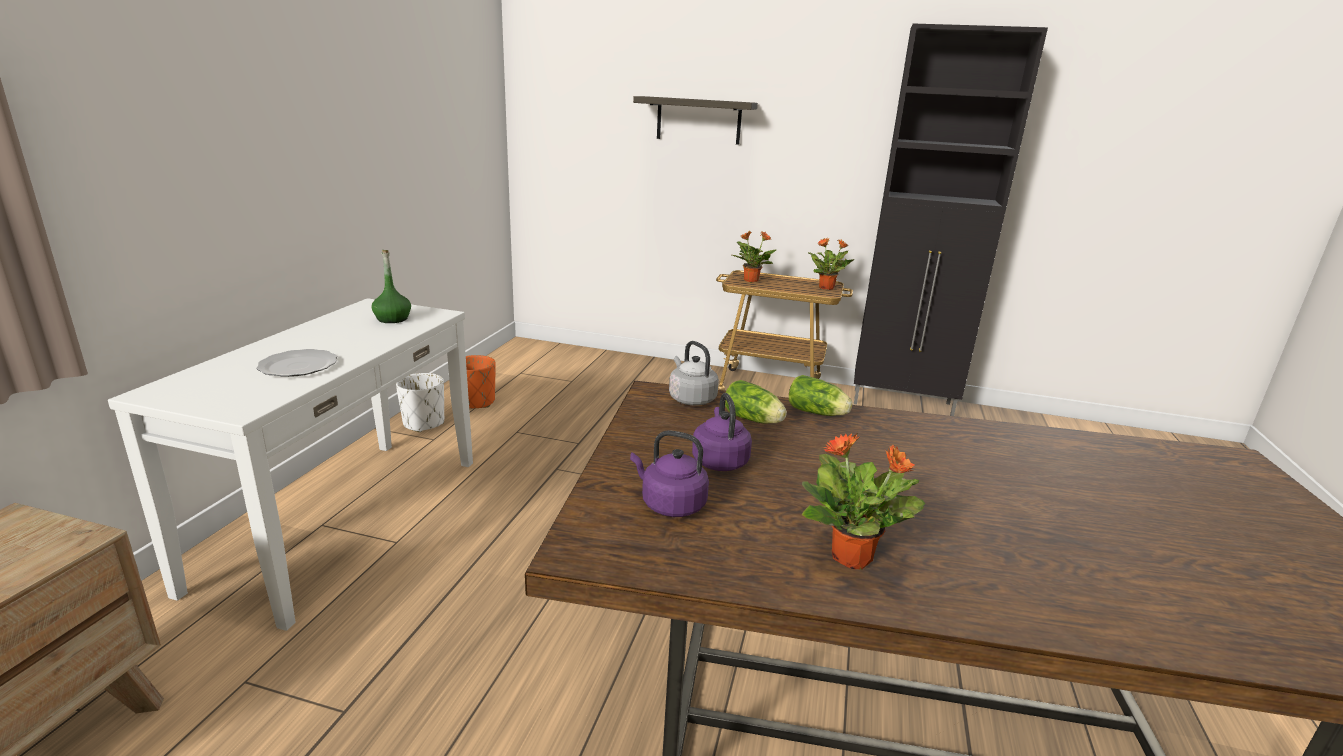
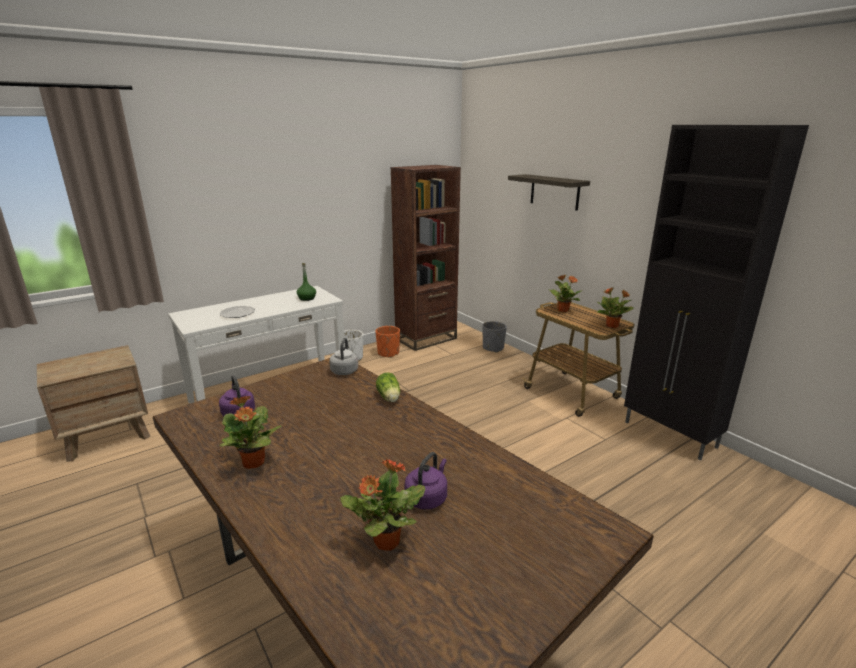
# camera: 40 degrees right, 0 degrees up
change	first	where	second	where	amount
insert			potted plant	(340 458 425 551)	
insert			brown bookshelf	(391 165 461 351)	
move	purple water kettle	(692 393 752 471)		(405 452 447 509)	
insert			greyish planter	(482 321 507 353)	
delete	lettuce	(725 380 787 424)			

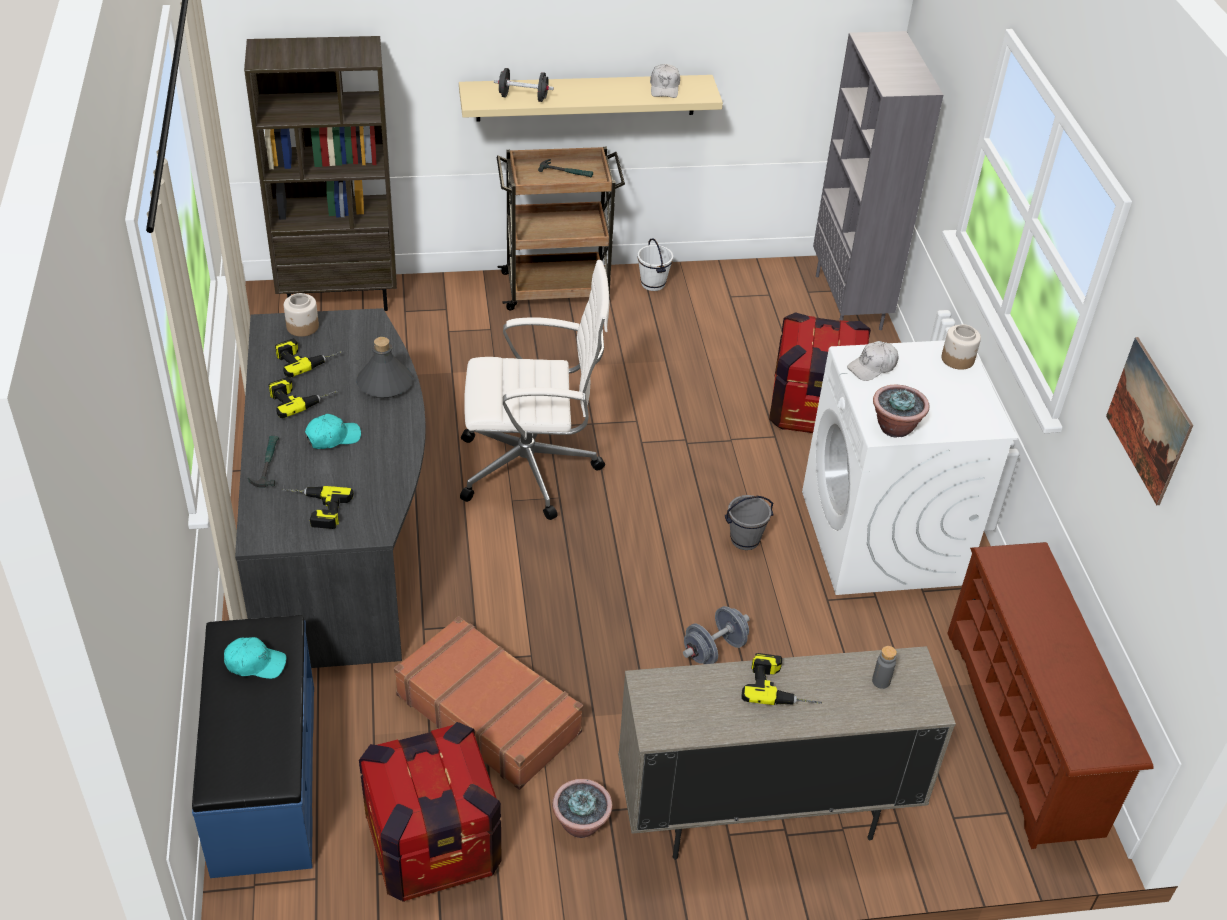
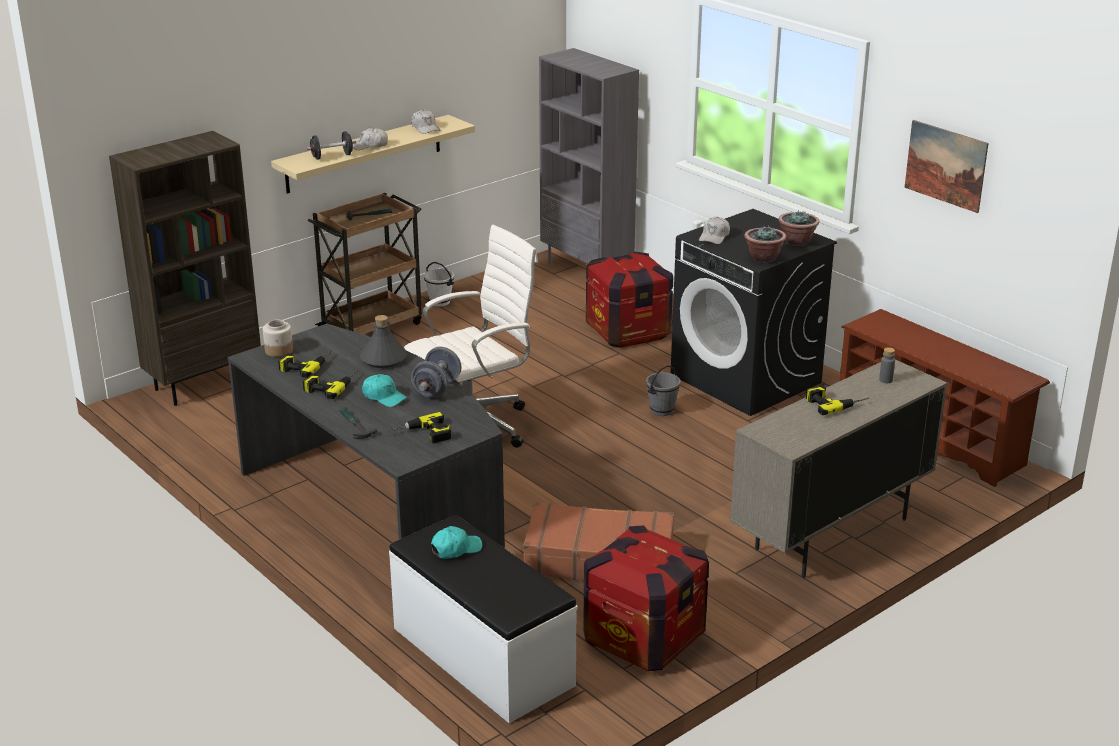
# camera: 30 degrees left, 15 degrees down
change	first	where	second	where	amount
insert			whitish baseball cap	(353 127 388 150)	
rotate	turquoise-coloured baseball cap	(305 414 361 449)		(362 374 407 407)	90 degrees clockwise
recolor	blue long seat	(192 615 314 878)	whitish long seat	(389 515 578 723)	
move	greyish hand weight	(683 606 750 664)		(411 347 462 398)	
recolor	whitish laundry appliance	(802 340 1018 595)	blackish laundry appliance	(671 209 837 416)	
move	potted plant	(552 779 613 838)		(778 210 820 246)	
delete	jar	(941 324 981 370)			

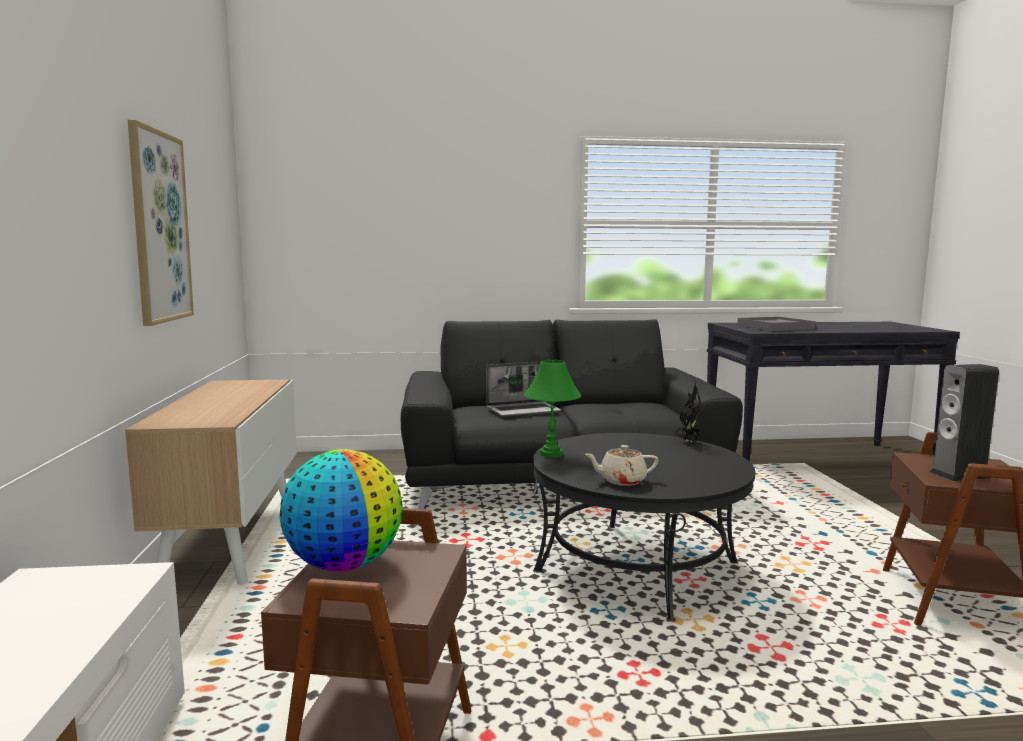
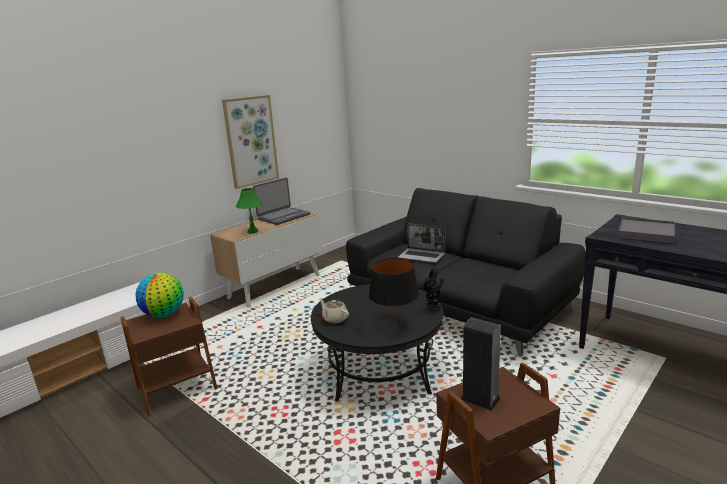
# camera: 50 degrees right, 10 degrees up
change	first	where	second	where	amount
move	green tabletop lamp	(524 360 581 458)		(236 188 263 234)	
insert			laptop	(253 178 310 225)	
insert			blackish tabletop lamp	(369 258 419 320)	

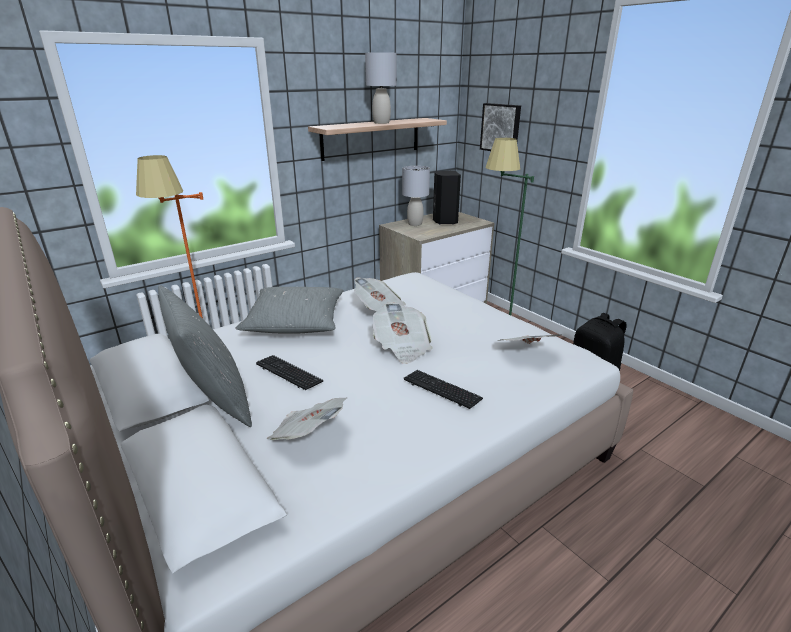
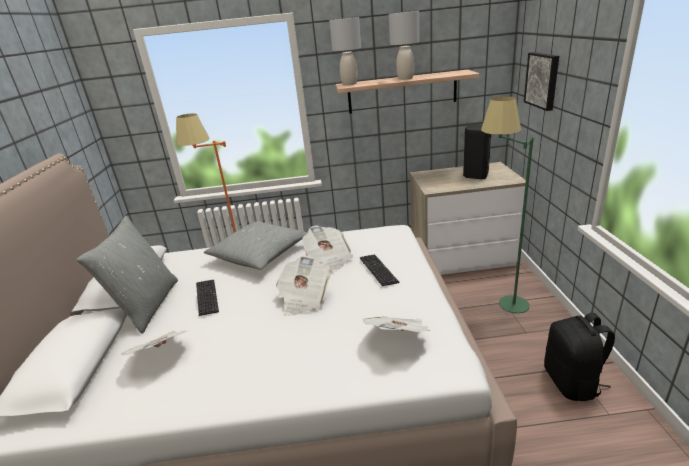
# camera: 35 degrees right, 0 degrees up
change	first	where	second	where	amount
move	greyish tabletop lamp	(402 166 430 226)		(329 17 361 85)	
move	computer keyboard	(403 370 483 409)		(360 254 399 286)	

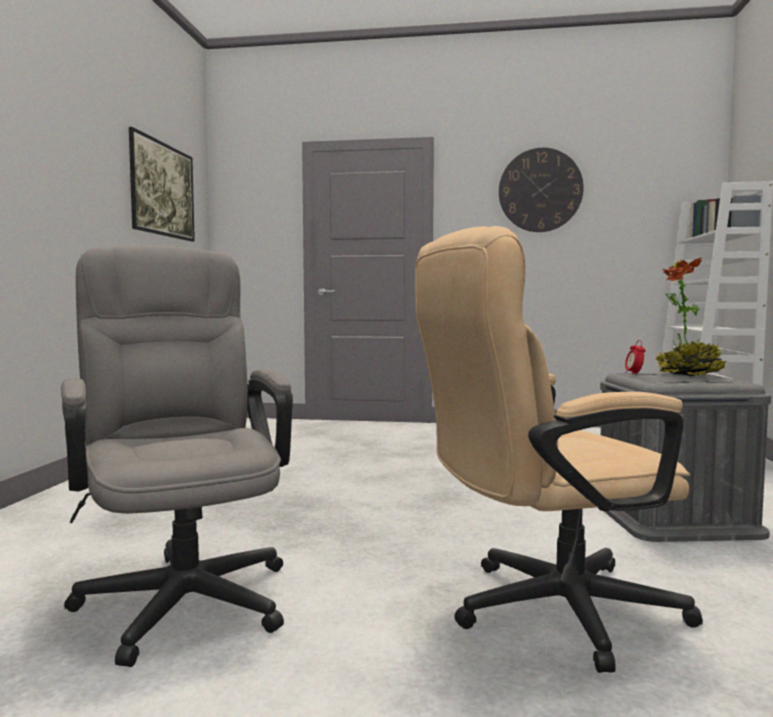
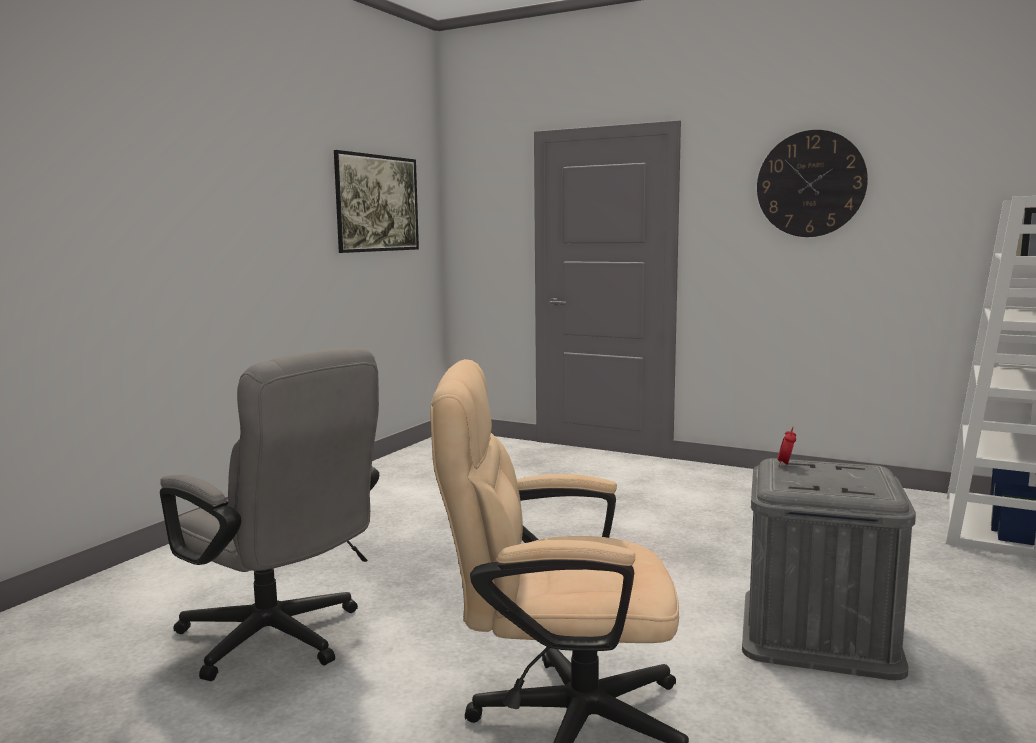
# camera: 20 degrees right, 5 degrees up
change	first	where	second	where	amount
rotate	greyish computer chair	(61 245 293 667)		(160 348 379 681)	135 degrees clockwise
delete	potted plant	(656 257 726 376)			

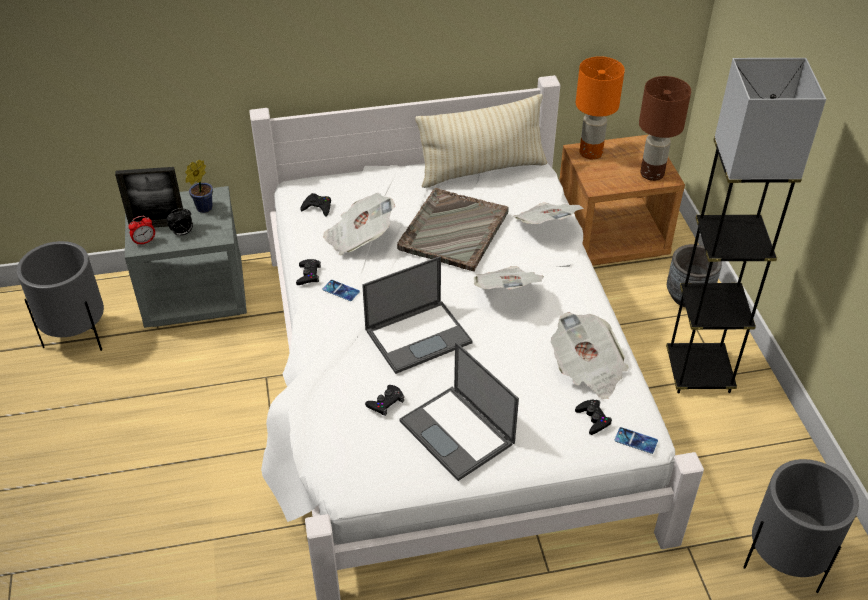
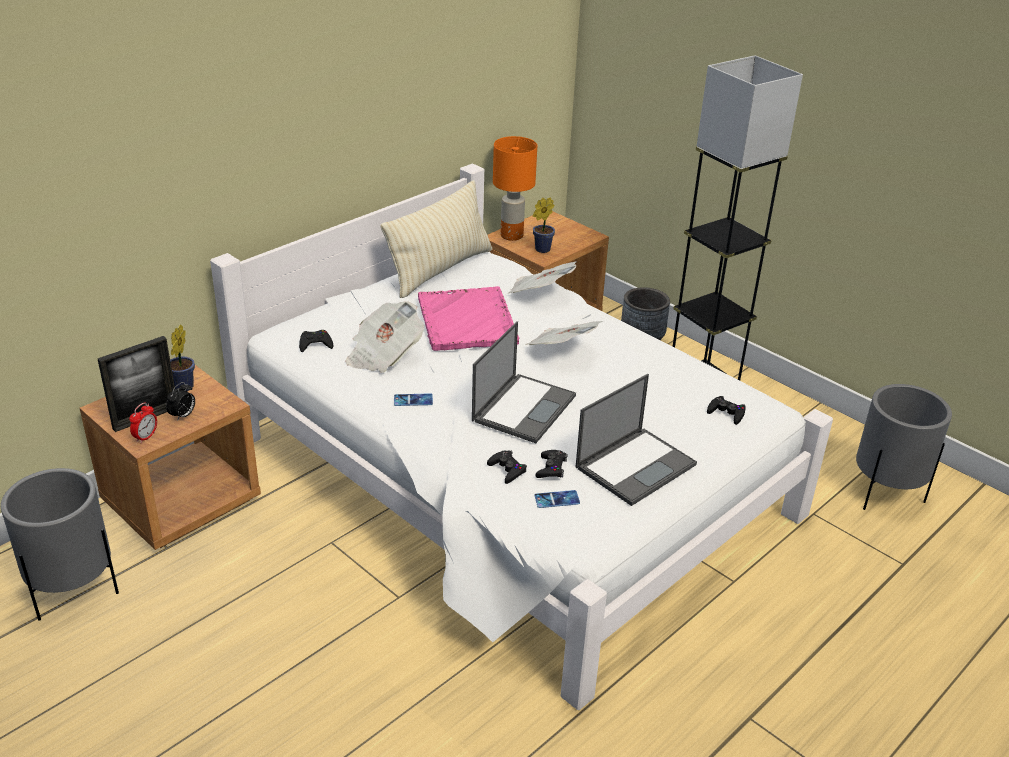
# camera: 35 degrees left, 10 degrees down
change	first	where	second	where	amount
recolor	greyish nightstand	(125 186 247 328)	brown nightstand	(80 365 261 550)	
recolor	greyish tray	(397 188 509 272)	pinkish tray	(418 286 519 351)	
move	blackish gamepad	(296 259 321 285)		(487 450 527 484)	
insert			potted plant	(533 197 555 253)	
move	phone	(615 427 658 454)		(535 490 580 508)	
rotate	laptop	(399 342 519 481)		(576 374 697 506)	60 degrees counterclockwise
delete	daily paper	(551 312 629 399)			
delete	brown tabletop lamp	(639 76 691 181)			

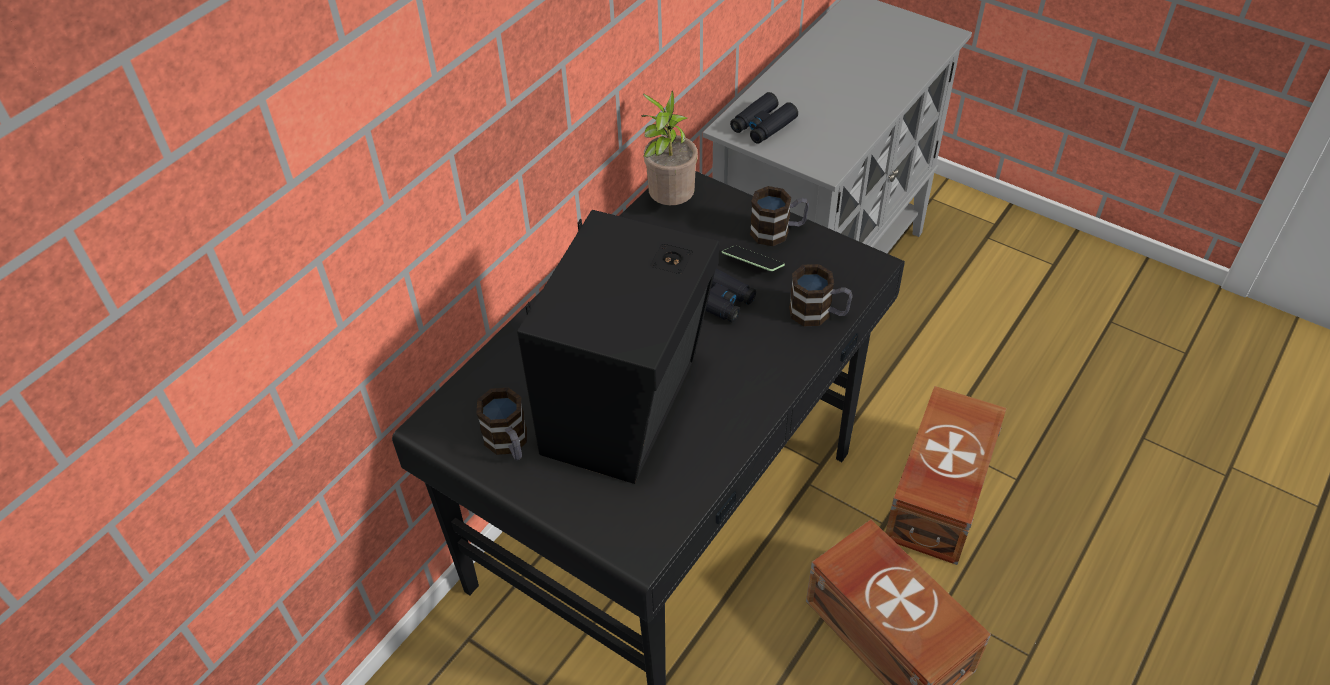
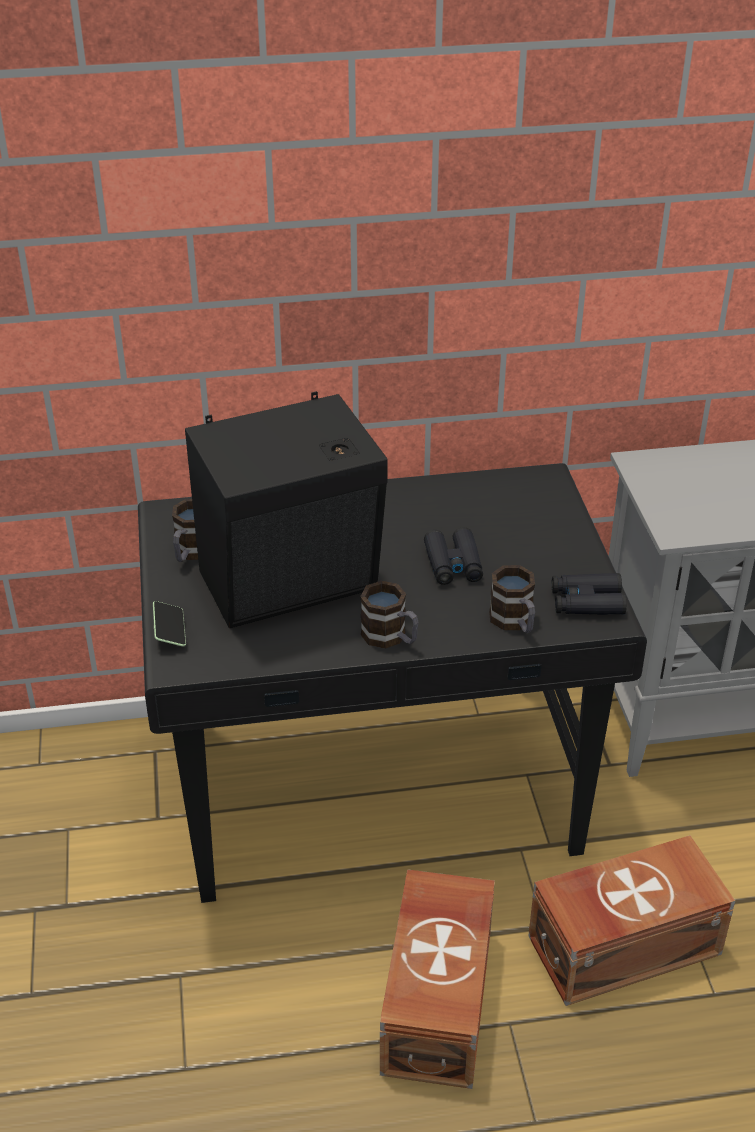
# camera: 45 degrees right, 10 degrees down
change	first	where	second	where	amount
move	phone	(722 246 785 271)		(153 601 186 646)	
move	mug	(750 186 809 246)		(360 581 419 649)	
move	blackish binoculars	(730 92 798 144)		(551 573 627 615)	
delete	potted plant	(641 91 698 205)			

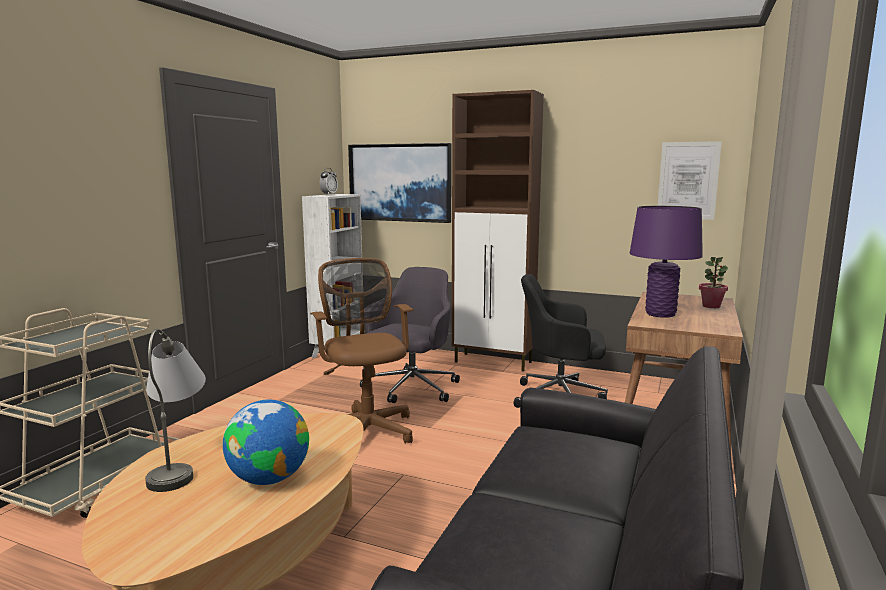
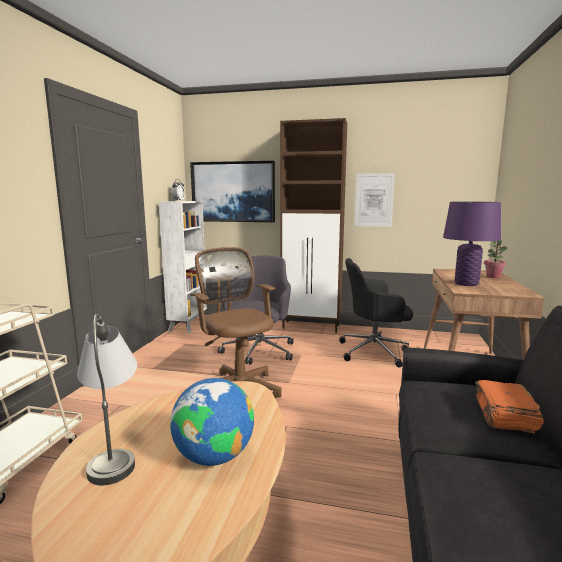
# camera: 10 degrees left, 0 degrees up
change	first	where	second	where	amount
move	picture	(658 141 722 220)		(354 173 395 227)	
insert			orangey bound book	(475 380 544 433)	

